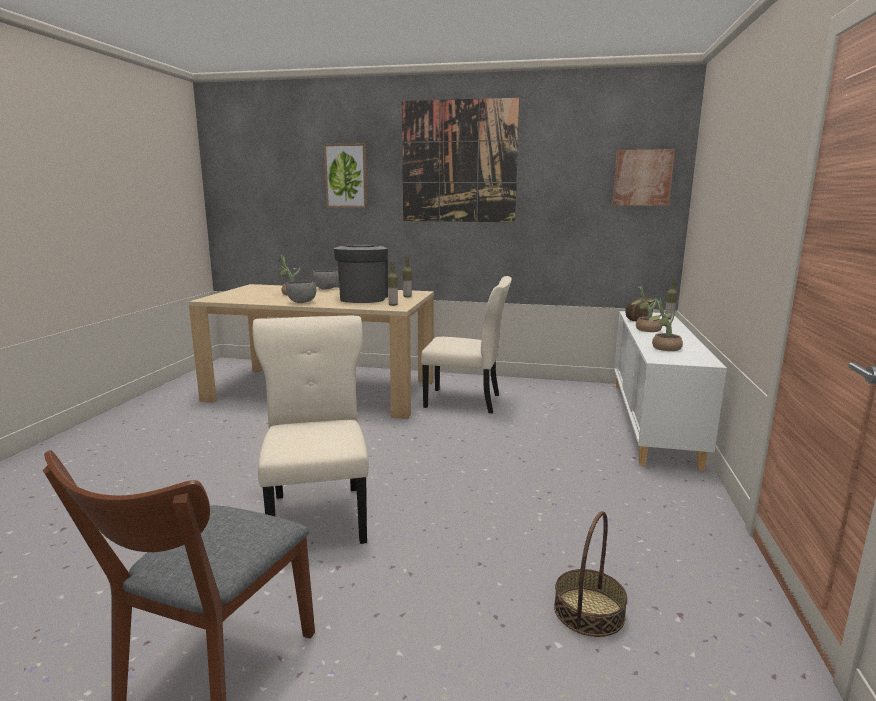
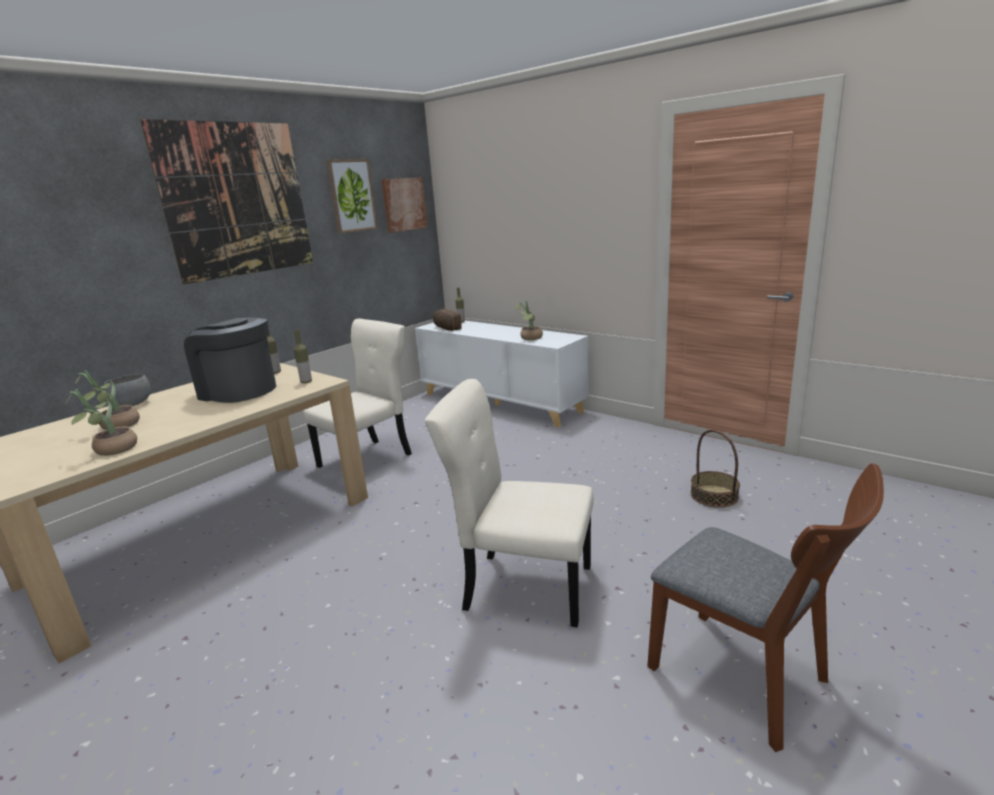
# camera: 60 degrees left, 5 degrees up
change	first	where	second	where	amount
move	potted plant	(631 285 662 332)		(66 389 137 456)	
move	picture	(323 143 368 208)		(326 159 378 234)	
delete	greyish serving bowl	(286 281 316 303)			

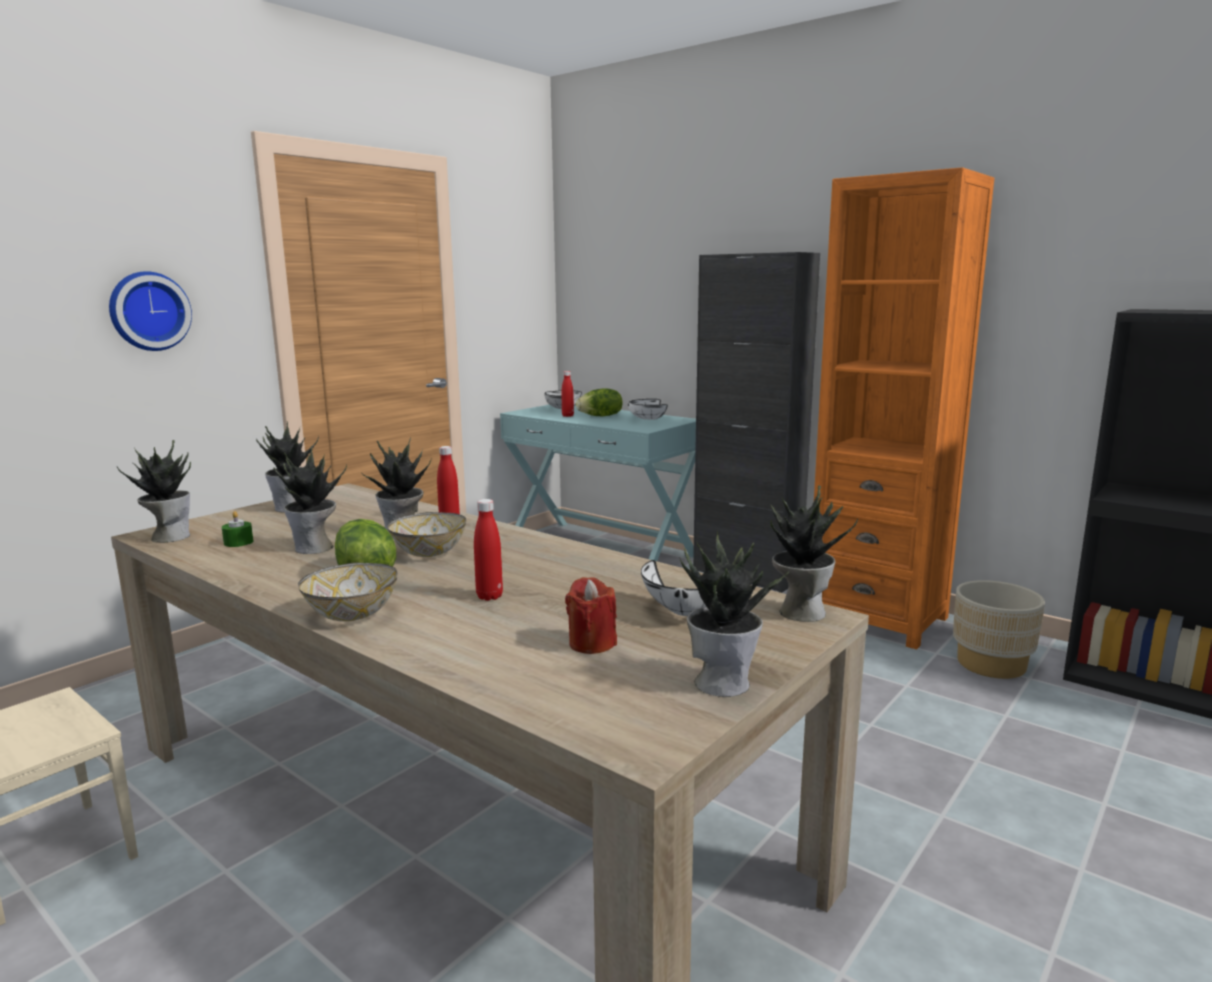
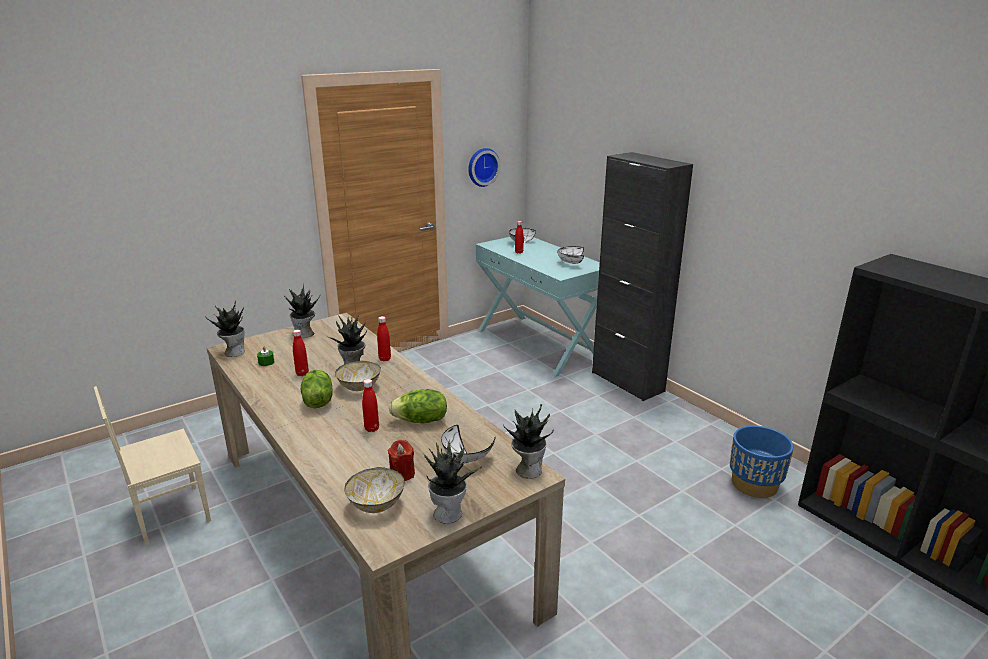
# camera: 15 degrees right, 10 degrees up
change	first	where	second	where	amount
replace	potted plant	(274 446 347 554)	red bottle	(293 330 309 376)	
move	serving bowl	(298 563 397 621)		(345 467 404 513)	
move	lettuce	(576 388 623 416)		(389 389 447 423)	
move	wall clock	(109 271 192 351)		(468 148 500 187)	
recolor	beige-coloured planter	(953 580 1045 679)	blue planter	(730 425 794 498)	
delete	orangey bookshelf	(814 167 994 650)			

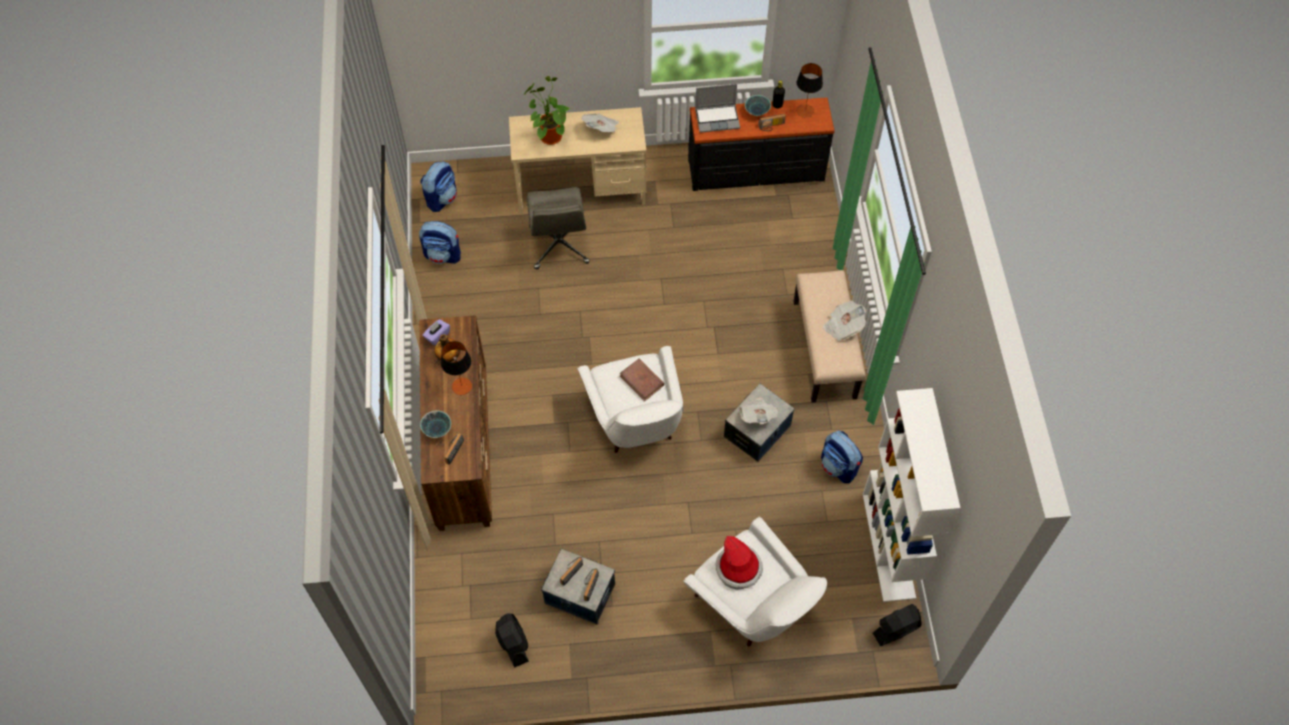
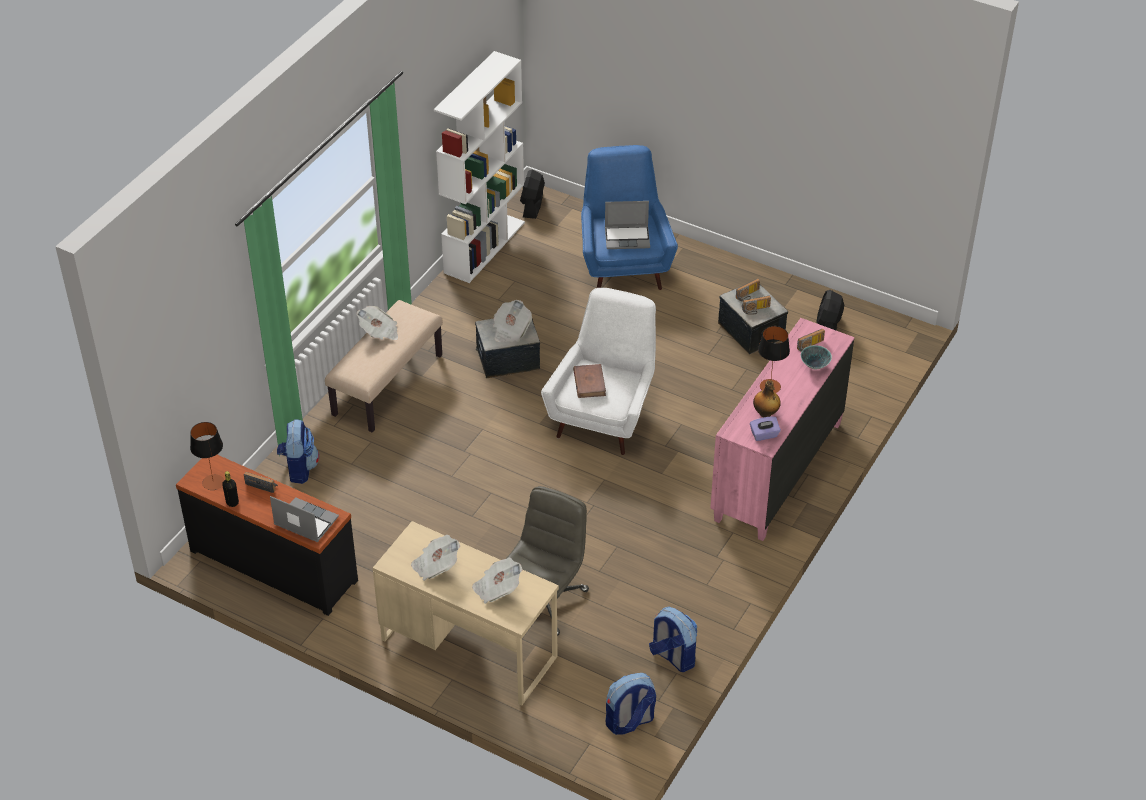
# camera: 145 degrees left, 15 degrees down
change	first	where	second	where	amount
move	backpack	(821 430 863 483)		(277 419 319 484)	
replace	potted plant	(524 76 571 145)	daily paper	(472 558 523 604)	
rotate	blackish electric fan	(873 604 922 646)		(520 169 545 219)	90 degrees clockwise
recolor	whitish easy chair	(683 517 827 647)	blue easy chair	(581 145 678 290)	
replace	clothing hat	(716 536 763 590)	laptop	(605 201 650 249)	
recolor	brown drawer chest	(419 315 492 531)	pinkish drawer chest	(710 318 855 541)	
delete	serving bowl	(745 95 771 116)			

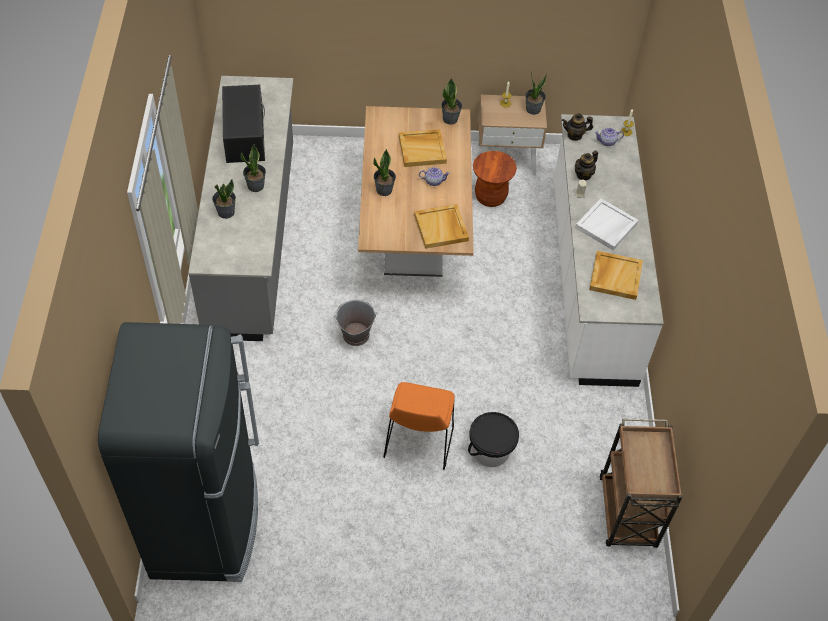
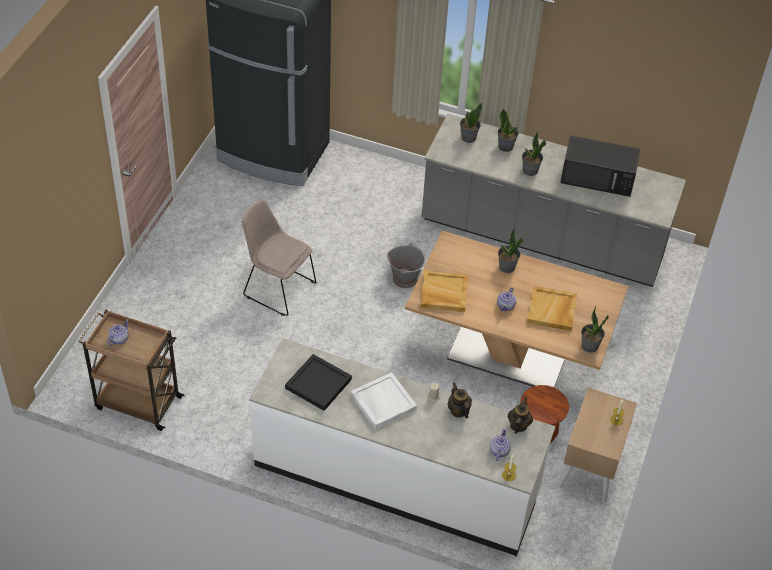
# camera: 110 degrees right, 5 degrees down
change	first	where	second	where	amount
insert			tea pot	(107 319 129 346)	
recolor	orangey upright chair	(383 382 455 470)	beige-coloured upright chair	(242 200 316 316)	
recolor	beige-coloured tray	(589 251 643 300)	blackish tray	(285 354 352 411)	
move	potted plant	(525 73 547 115)		(460 103 482 143)	
delete	blackish water bucket	(468 412 519 467)			

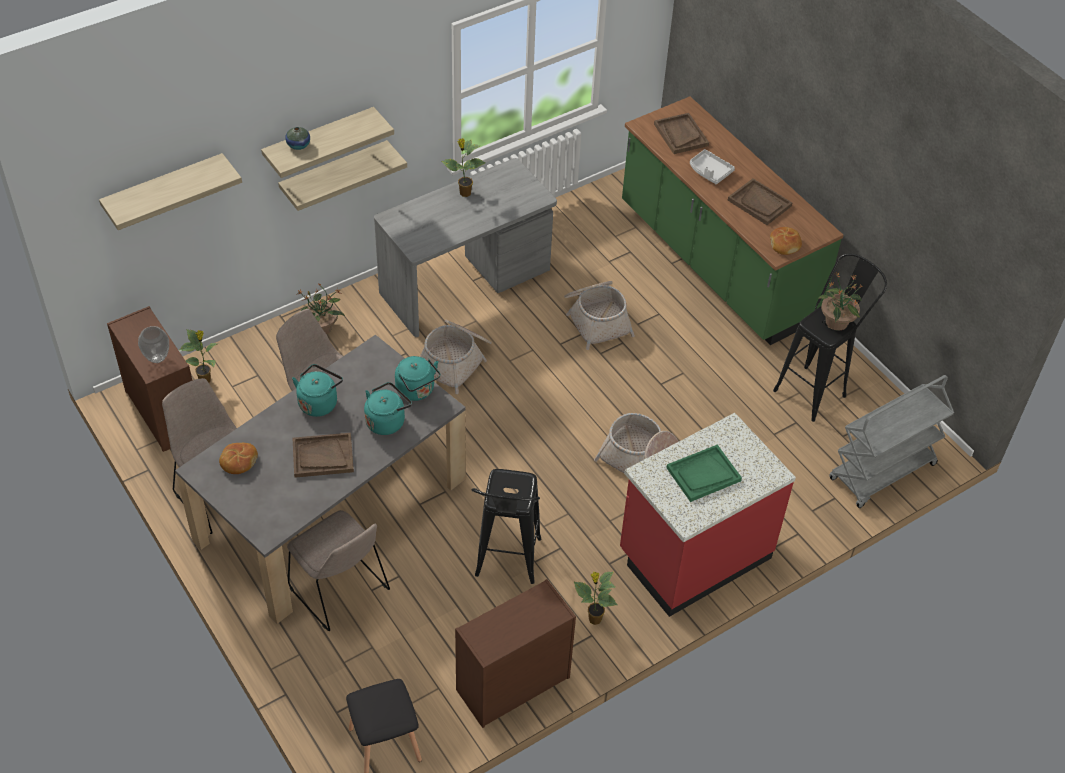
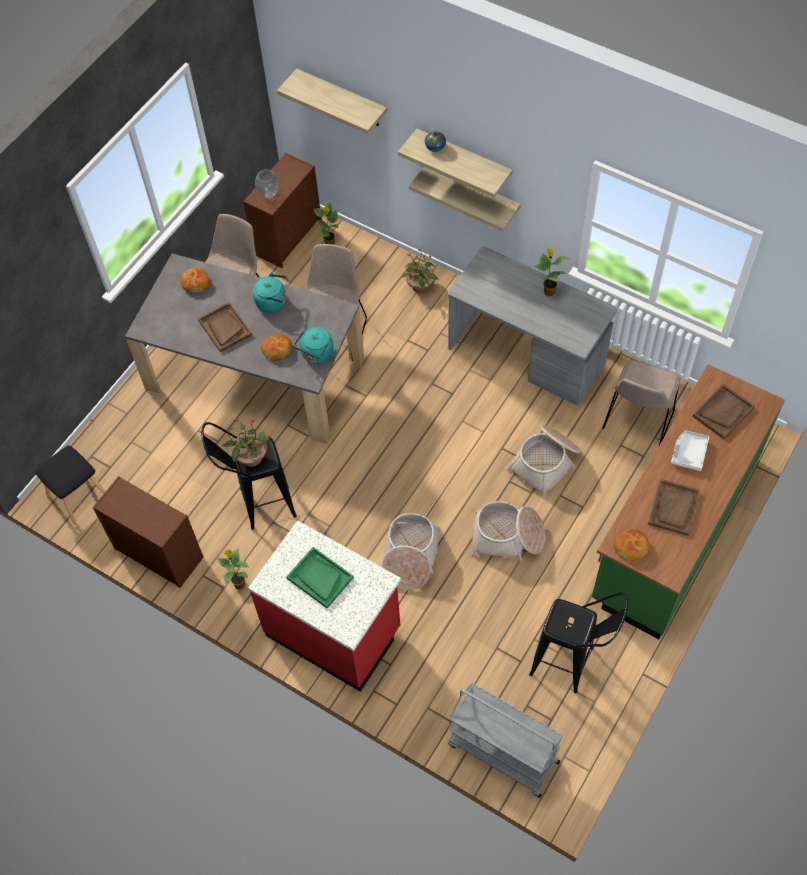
# camera: 70 degrees right, 10 degrees up
change	first	where	second	where	amount
move	potted plant	(818 272 861 331)		(221 417 270 467)	
replace	turquoise-coloured water kettle	(364 382 412 435)	bread	(261 334 293 361)	
move	household basket	(420 320 492 394)		(471 501 545 561)	
move	beige-coloured upright chair	(287 510 390 631)		(602 359 681 445)	

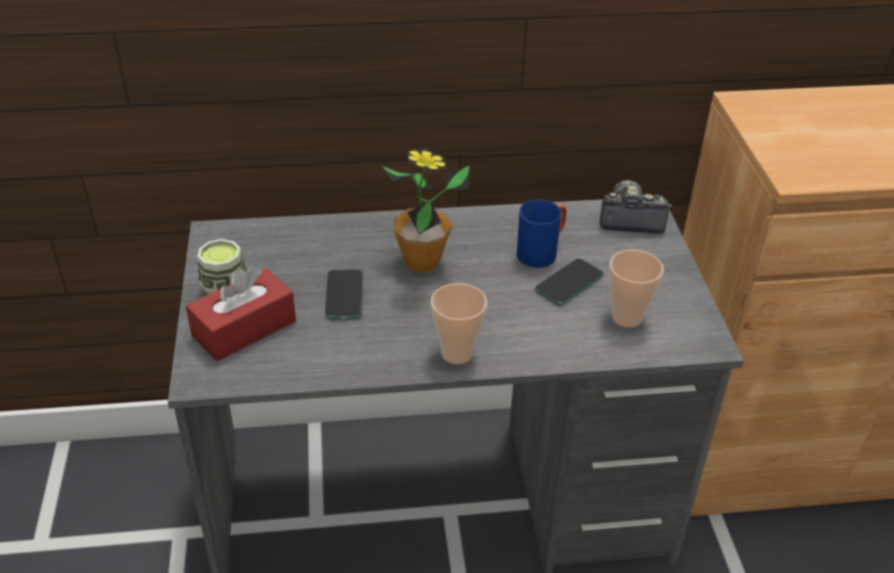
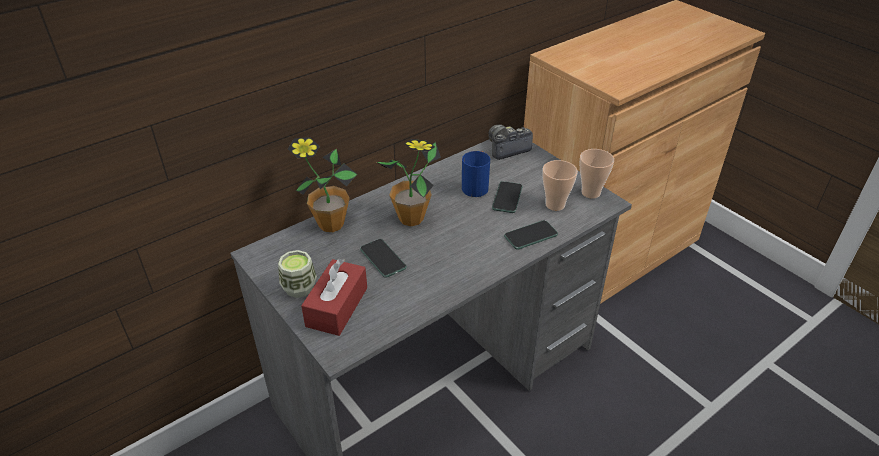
# camera: 30 degrees left, 0 degrees up
change	first	where	second	where	amount
insert			potted plant	(288 137 358 232)	
insert			phone	(504 220 558 249)	
move	small cup	(431 283 487 364)		(579 149 614 198)	

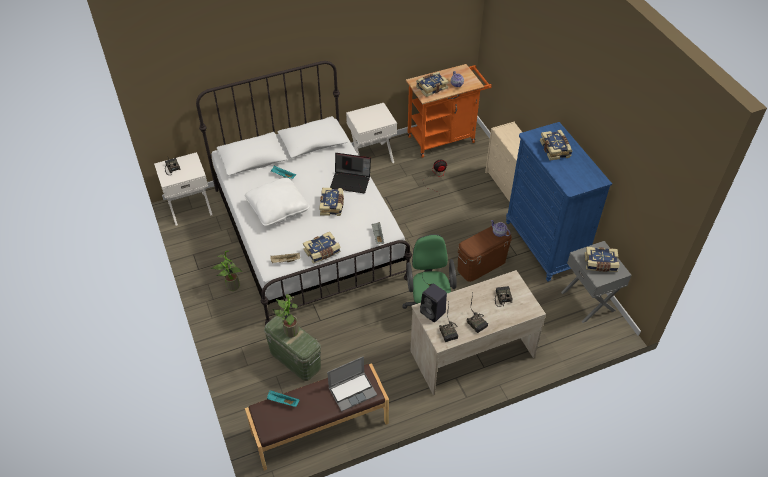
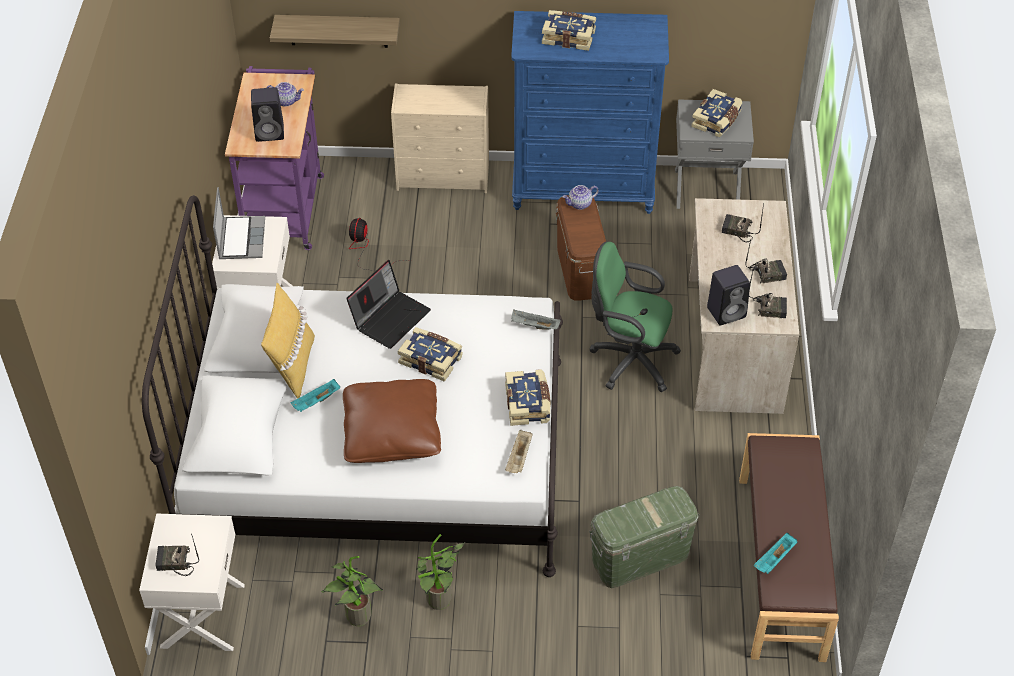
# camera: 65 degrees left, 0 degrees up
change	first	where	second	where	amount
move	laptop	(327 356 377 412)		(213 187 265 259)	
recolor	orangey trolley	(406 64 492 158)	purple trolley	(225 66 324 250)	
replace	bound book	(416 72 449 97)	blackish speaker	(251 87 284 142)	
insert			yellowish cushion	(261 283 315 399)	
insert			wall shelf	(270 15 400 48)	
move	potted plant	(272 294 299 337)		(321 556 383 626)	
recolor	whitish cushion	(244 177 310 226)	brown cushion	(343 379 441 463)	

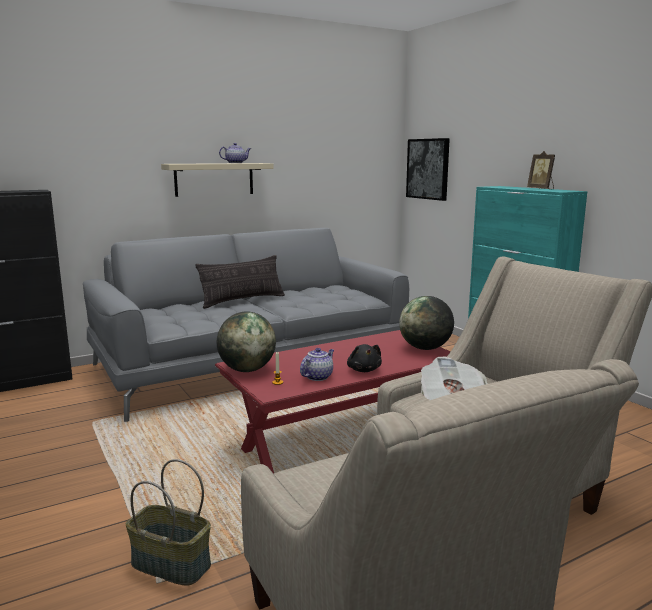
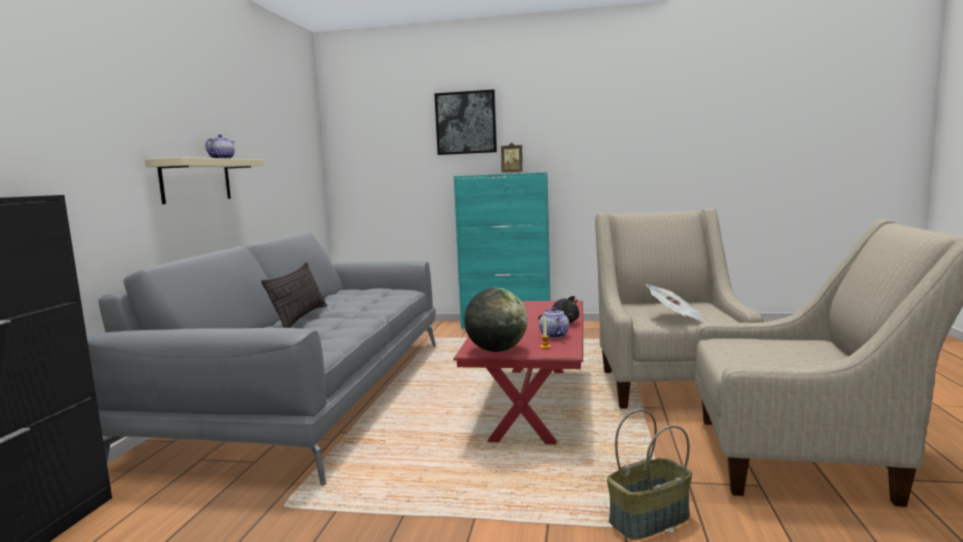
# camera: 50 degrees left, 5 degrees down
change	first	where	second	where	amount
move	picture	(406 138 450 201)		(434 89 497 155)	
delete	globe	(399 296 454 350)			

